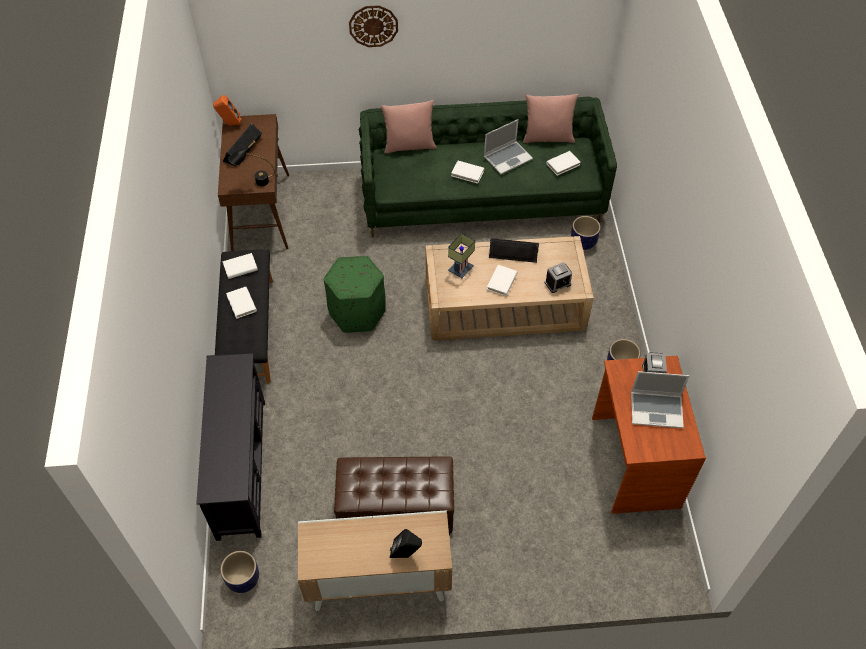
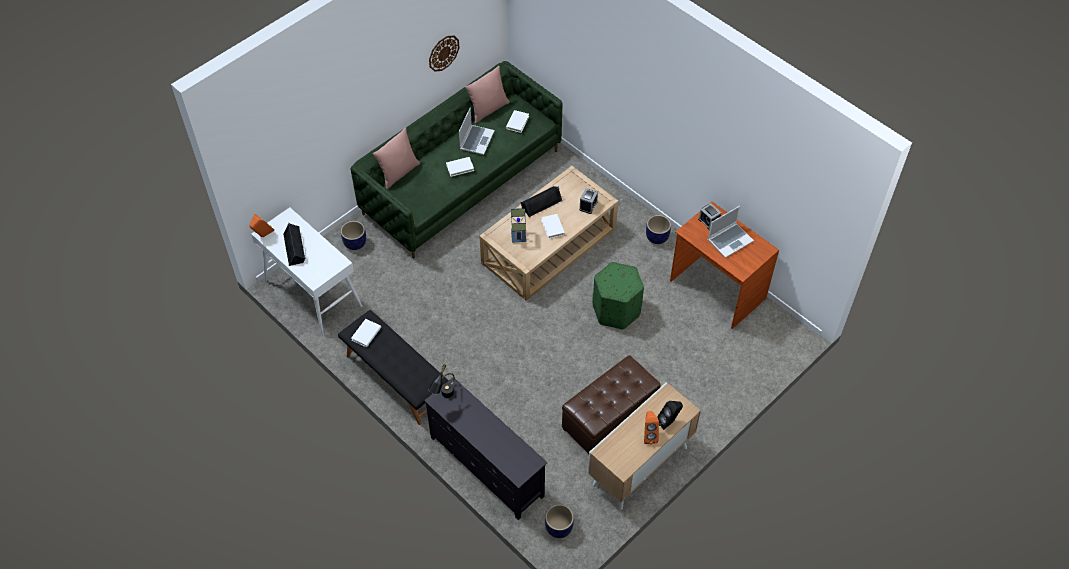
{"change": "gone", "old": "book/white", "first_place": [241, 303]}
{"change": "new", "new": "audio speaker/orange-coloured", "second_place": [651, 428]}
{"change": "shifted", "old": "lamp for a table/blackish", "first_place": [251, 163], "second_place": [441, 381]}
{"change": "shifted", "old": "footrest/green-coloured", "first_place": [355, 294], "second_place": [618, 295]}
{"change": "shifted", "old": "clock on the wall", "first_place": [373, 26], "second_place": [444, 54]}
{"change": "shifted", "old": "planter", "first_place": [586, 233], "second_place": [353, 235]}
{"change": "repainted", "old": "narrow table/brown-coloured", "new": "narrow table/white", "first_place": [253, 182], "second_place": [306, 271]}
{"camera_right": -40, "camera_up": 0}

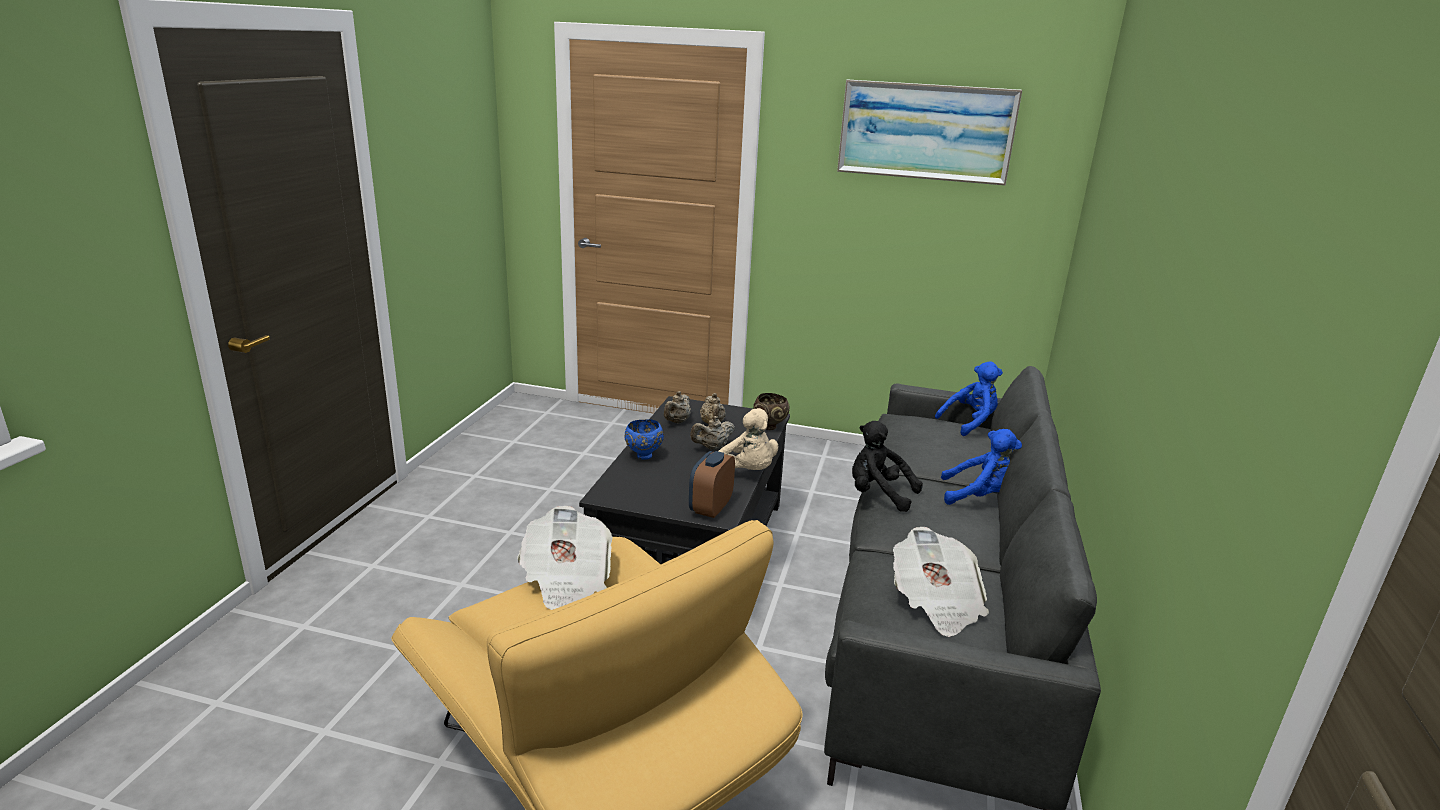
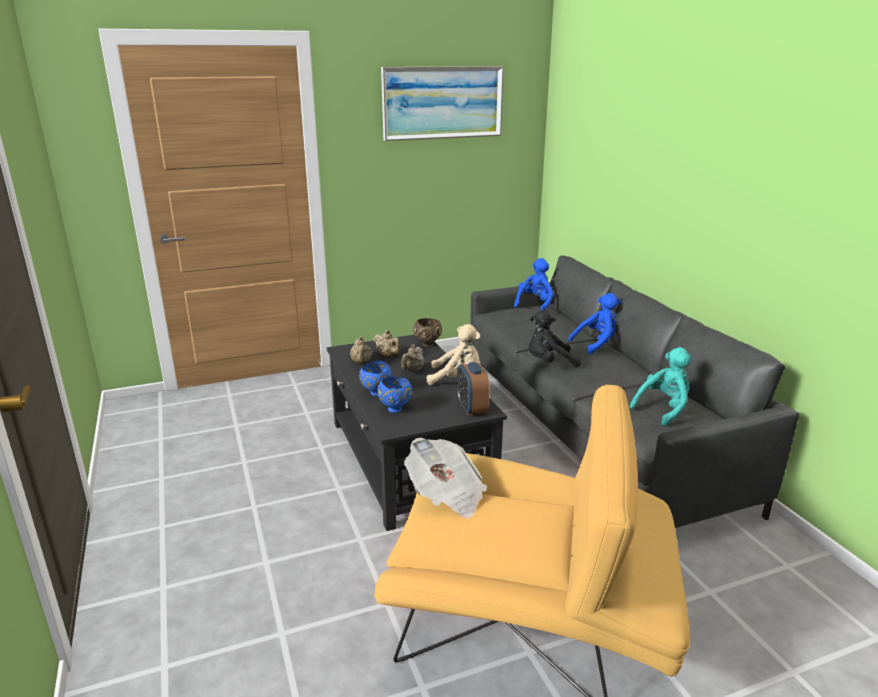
{"change": "new", "new": "bowl/bluish", "second_place": [394, 395]}
{"change": "swapped", "old": "daily paper", "new": "cuddly toy/blue-green", "first_place": [941, 582], "second_place": [661, 386]}
{"camera_right": -35, "camera_up": 0}

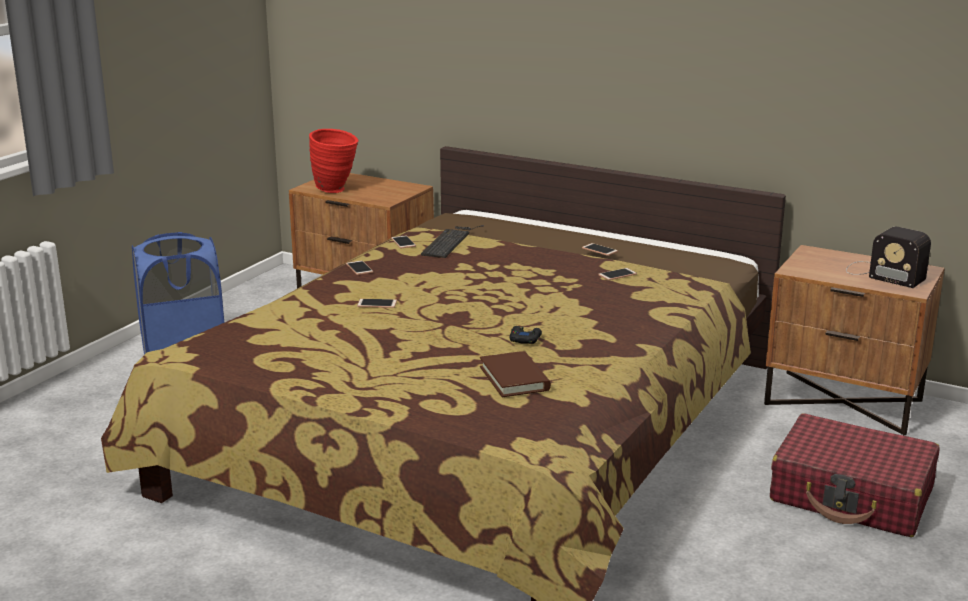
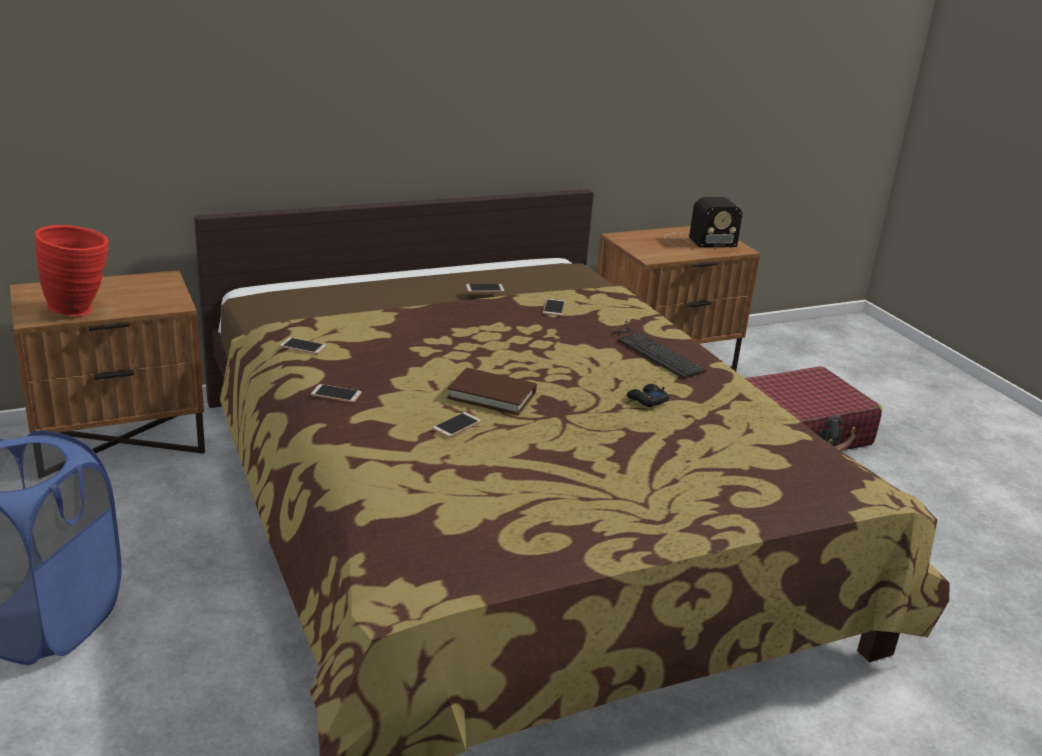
{"change": "shifted", "old": "computer keyboard", "first_place": [452, 241], "second_place": [659, 350]}
{"change": "shifted", "old": "book/brown-coloured", "first_place": [515, 374], "second_place": [492, 391]}
{"camera_right": -55, "camera_up": 5}

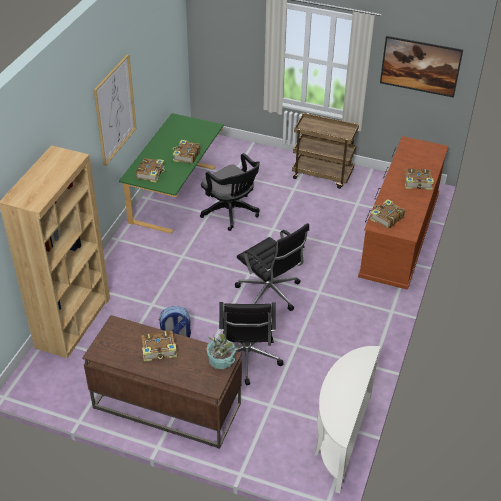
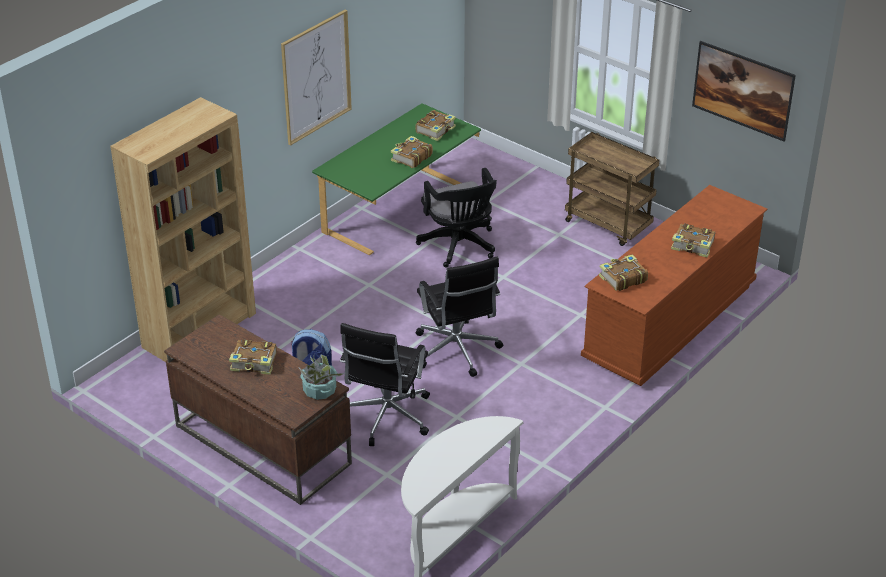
{"change": "shifted", "old": "book", "first_place": [150, 170], "second_place": [435, 125]}
{"camera_right": 20, "camera_up": -5}

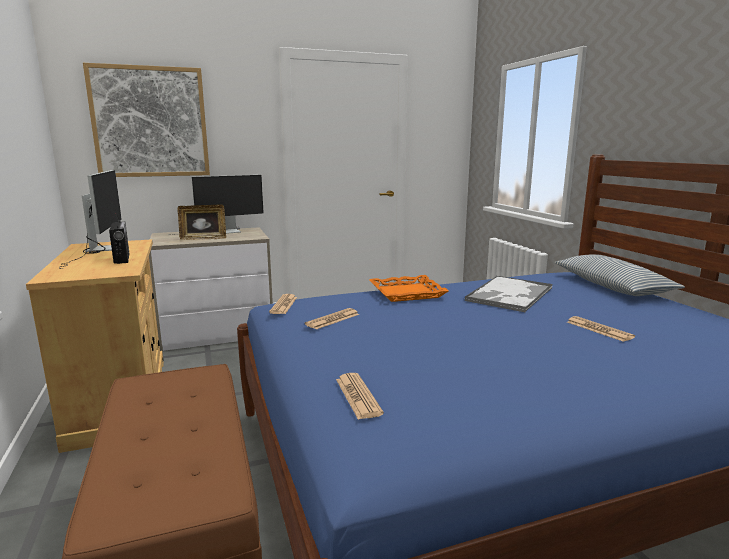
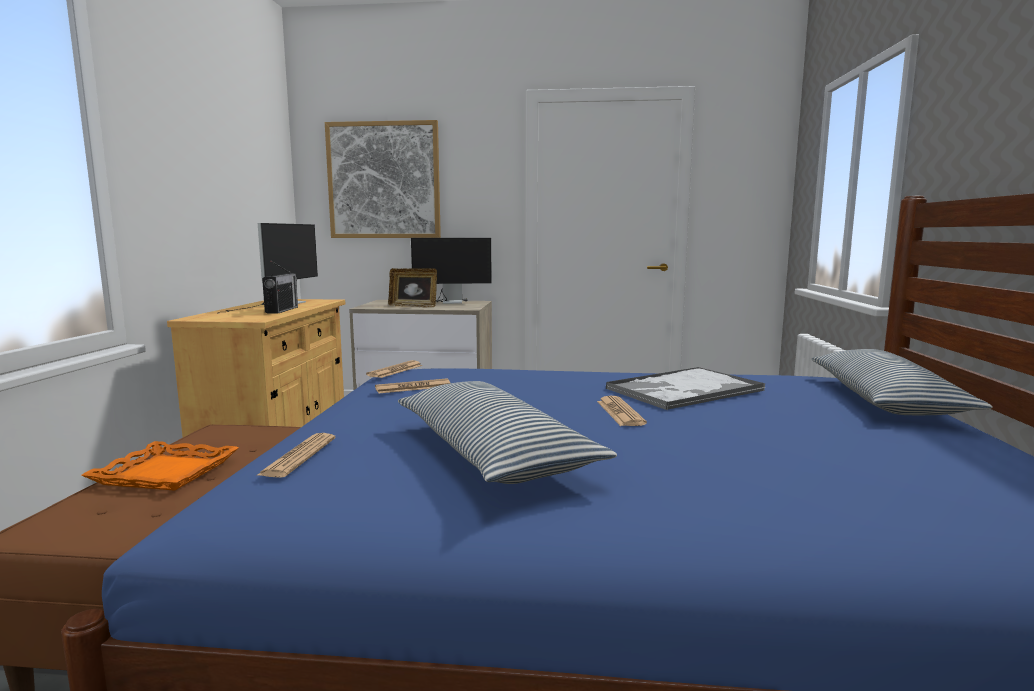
{"change": "new", "new": "cushion", "second_place": [507, 432]}
{"change": "shifted", "old": "carrying tray/orange-coloured", "first_place": [409, 288], "second_place": [160, 466]}
{"change": "shifted", "old": "daily paper", "first_place": [601, 329], "second_place": [622, 411]}
{"camera_right": 25, "camera_up": -5}

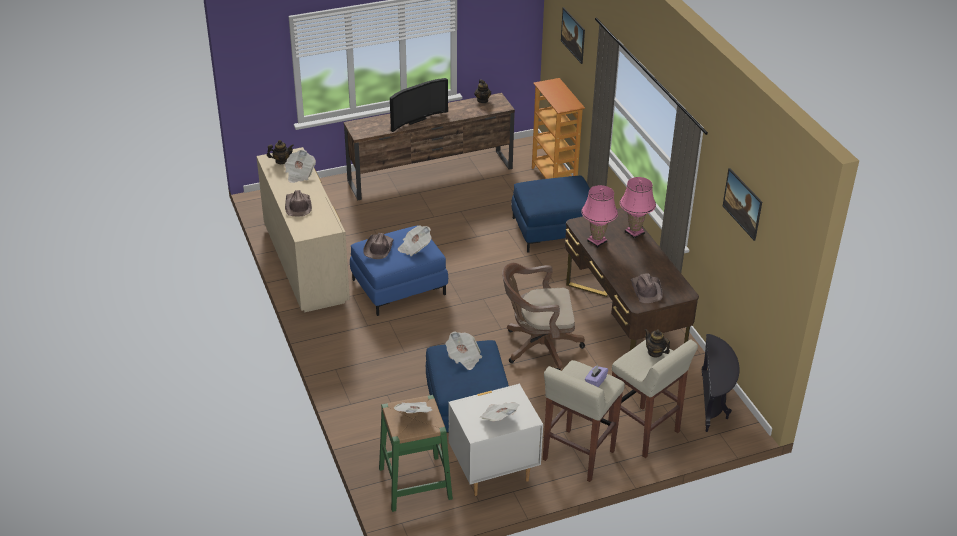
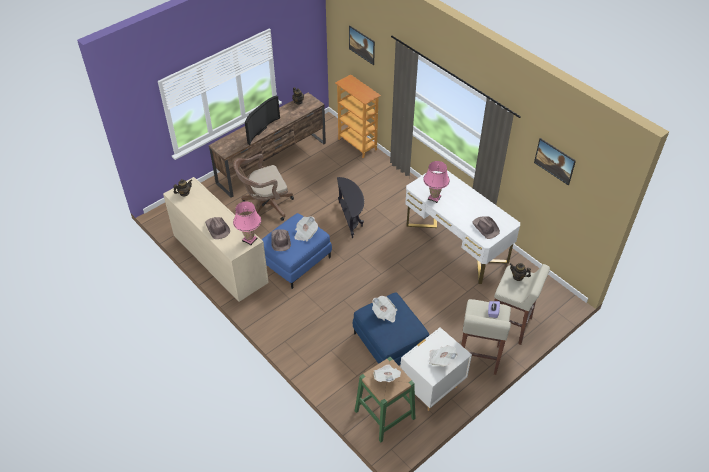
{"change": "gone", "old": "daily paper", "first_place": [300, 166]}
{"change": "gone", "old": "footrest/bluish", "first_place": [550, 214]}
{"change": "shifted", "old": "office chair/brown-coloured", "first_place": [543, 316], "second_place": [263, 187]}
{"change": "shifted", "old": "lamp for a table/pinkish", "first_place": [638, 208], "second_place": [247, 223]}
{"change": "shifted", "old": "end table/blackish", "first_place": [720, 383], "second_place": [350, 207]}
{"change": "repainted", "old": "desk unit/brown-coloured", "new": "desk unit/white", "first_place": [632, 279], "second_place": [462, 227]}
{"camera_right": -20, "camera_up": 10}

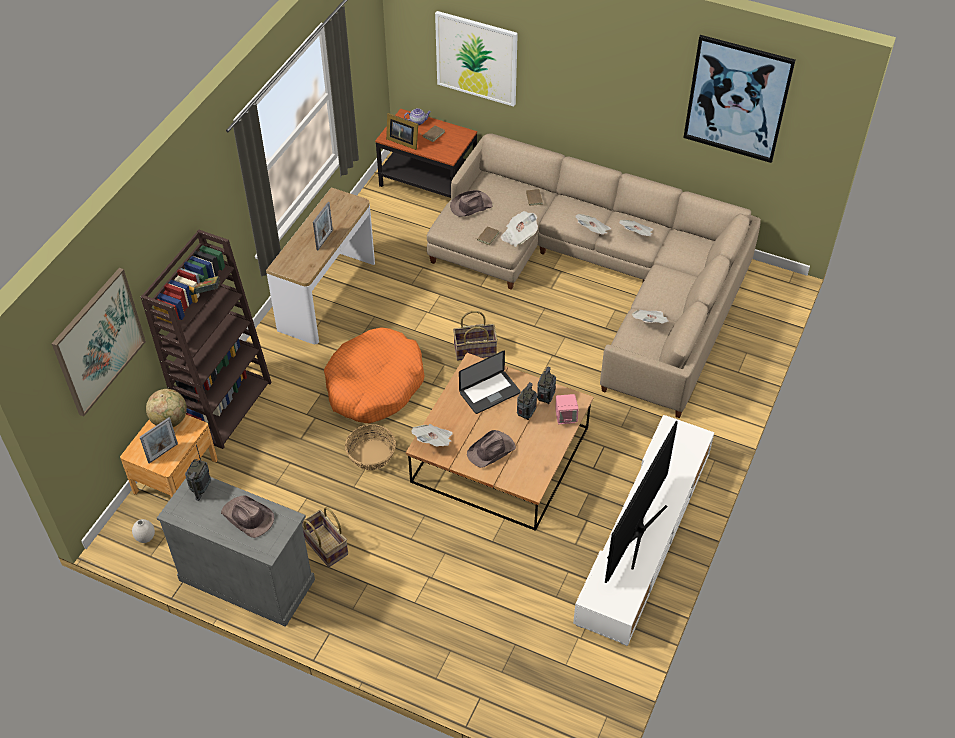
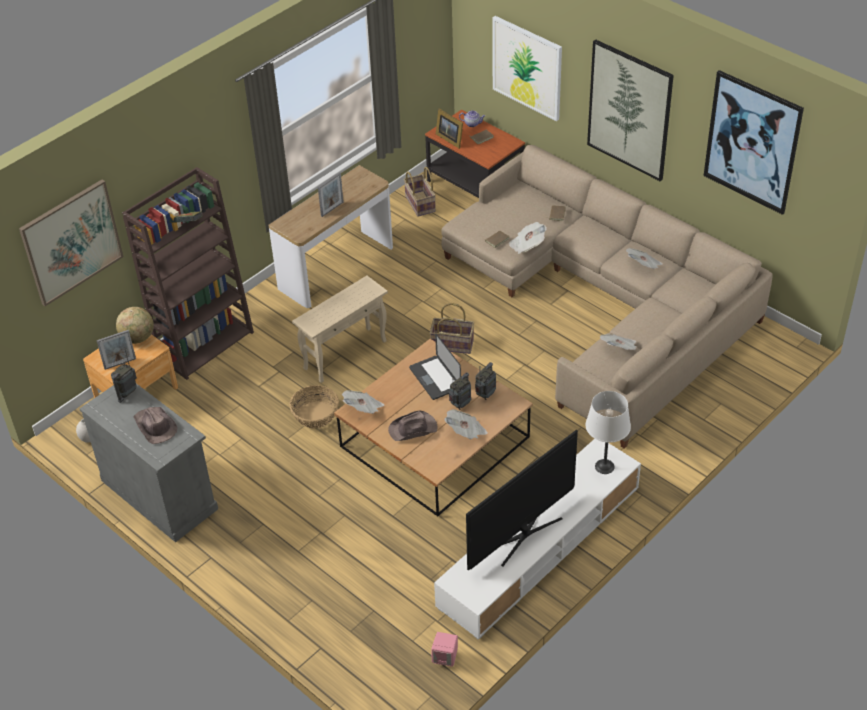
{"change": "gone", "old": "hat/brown-coloured", "first_place": [471, 203]}
{"change": "new", "new": "lamp for a table/white", "second_place": [608, 432]}
{"change": "new", "new": "wall picture", "second_place": [630, 110]}
{"change": "shifted", "old": "household basket", "first_place": [325, 537], "second_place": [420, 192]}
{"change": "shifted", "old": "audio speaker/pinkish", "first_place": [567, 409], "second_place": [444, 649]}
{"change": "shifted", "old": "daily paper", "first_place": [593, 224], "second_place": [466, 424]}
{"change": "swapped", "old": "pet bed/orange-coloured", "new": "end table/beige", "first_place": [374, 375], "second_place": [340, 329]}
{"change": "rotated", "old": "notebook computer", "first_place": [490, 382], "second_place": [435, 366], "degrees": 75}
{"camera_right": 20, "camera_up": -5}

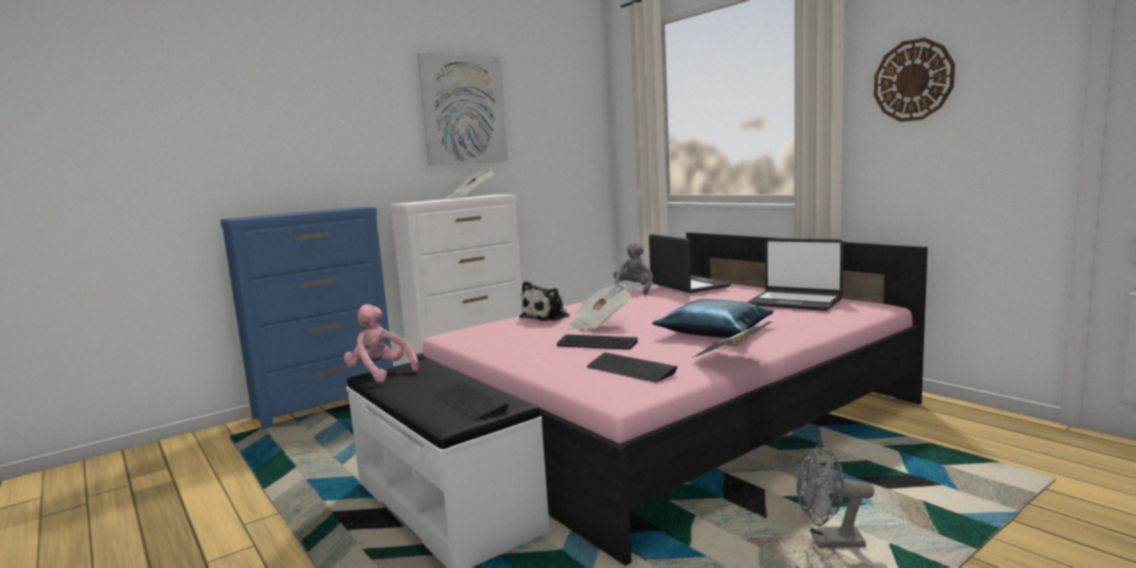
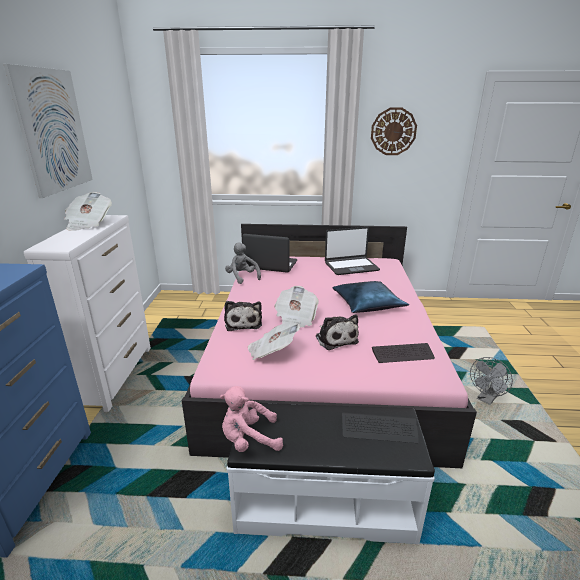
{"change": "shifted", "old": "daily paper", "first_place": [732, 339], "second_place": [274, 340]}
{"change": "swapped", "old": "computer keyboard", "new": "cuddly toy", "first_place": [597, 342], "second_place": [337, 332]}
{"camera_right": -50, "camera_up": 15}

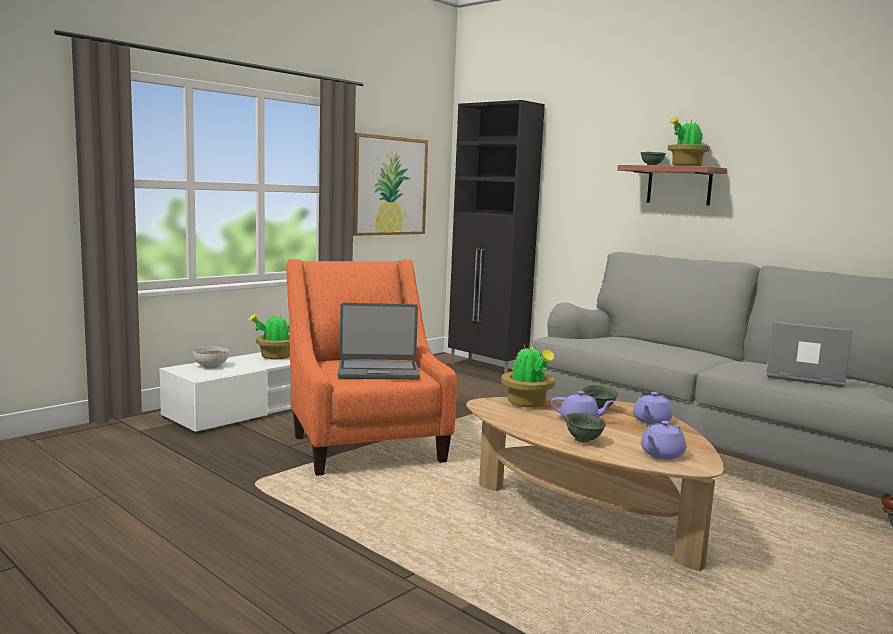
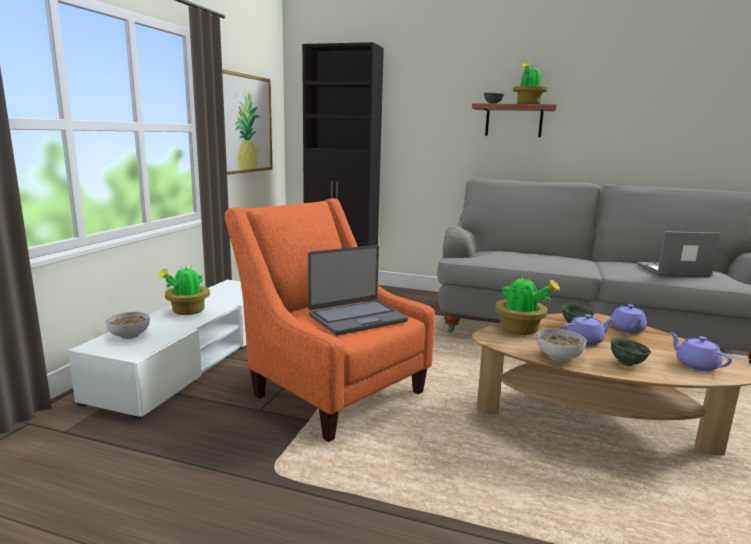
{"change": "new", "new": "bowl", "second_place": [562, 344]}
{"change": "rotated", "old": "tea pot/purple-coloured", "first_place": [663, 440], "second_place": [701, 351], "degrees": 135}
{"camera_right": -25, "camera_up": 5}

